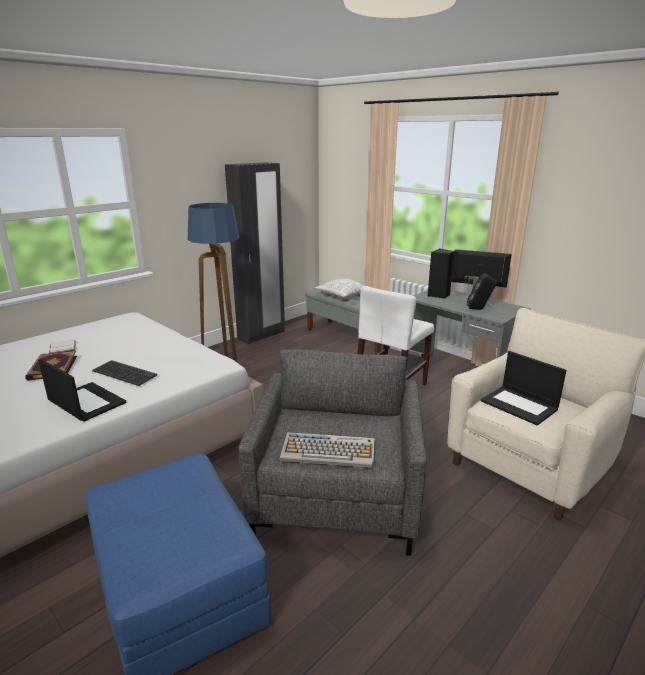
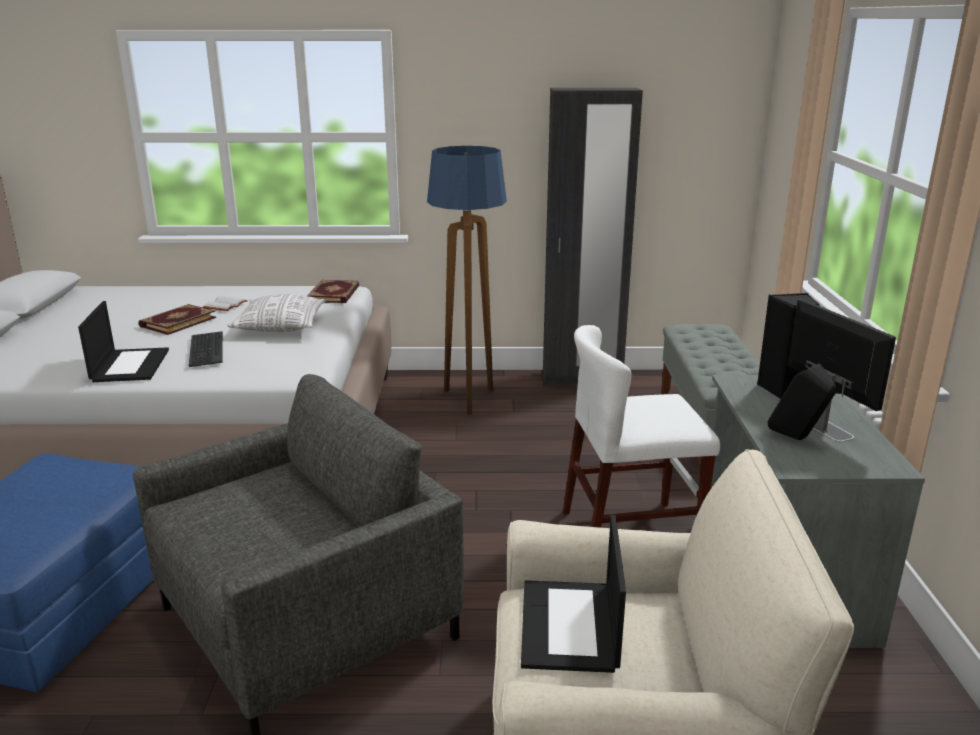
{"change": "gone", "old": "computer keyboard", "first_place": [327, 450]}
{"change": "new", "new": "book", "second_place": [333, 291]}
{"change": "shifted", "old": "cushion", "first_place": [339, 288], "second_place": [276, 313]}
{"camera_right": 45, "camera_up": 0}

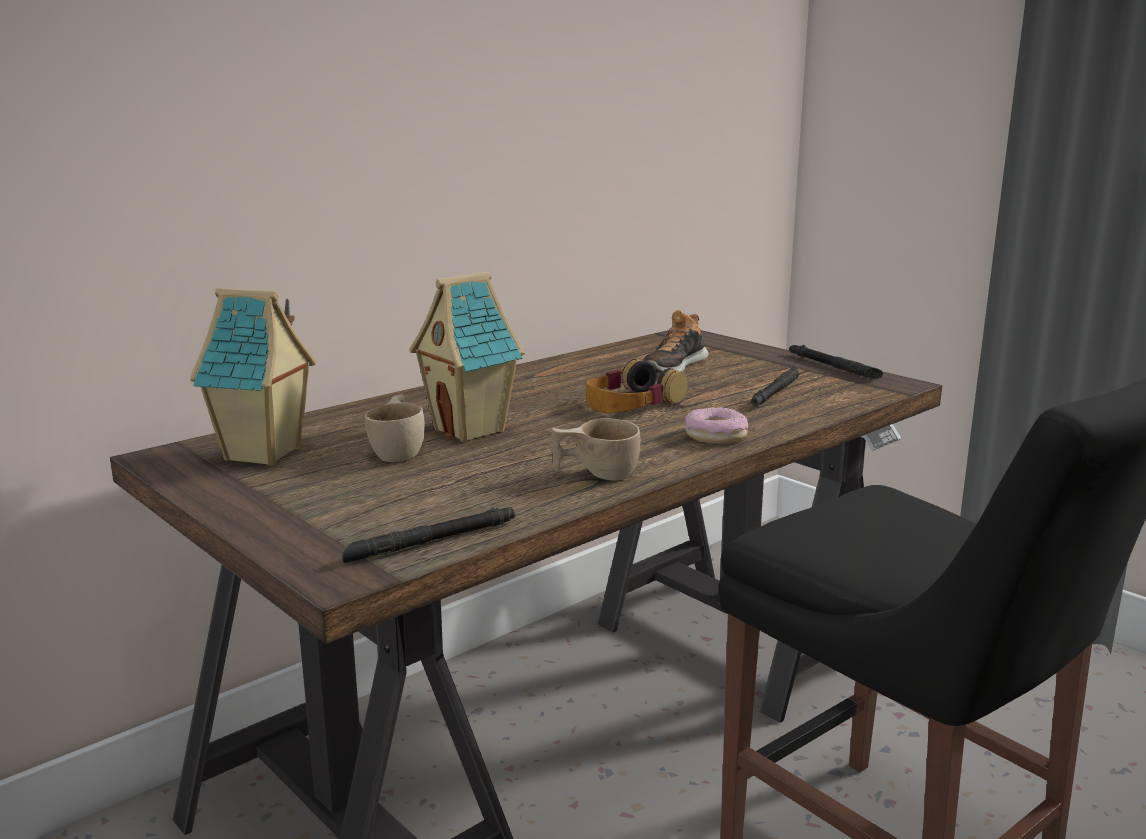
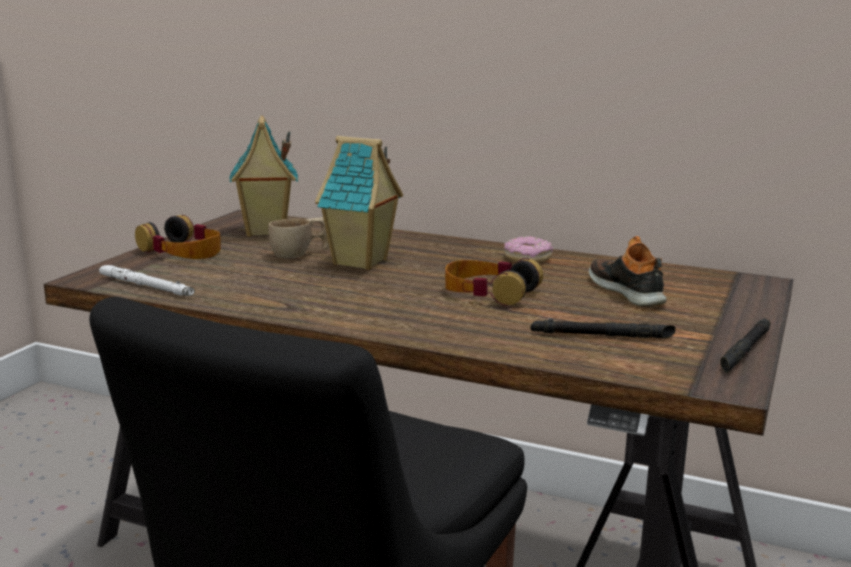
{"change": "gone", "old": "small cup/beige", "first_place": [595, 449]}
{"change": "new", "new": "headphones", "second_place": [178, 237]}
{"change": "shifted", "old": "doughnut", "first_place": [716, 425], "second_place": [528, 249]}
{"change": "repainted", "old": "torch/blackish", "new": "torch/white", "first_place": [428, 534], "second_place": [147, 280]}
{"change": "rotated", "old": "item of footwear", "first_place": [675, 341], "second_place": [628, 271], "degrees": 60}
{"camera_right": 65, "camera_up": 0}

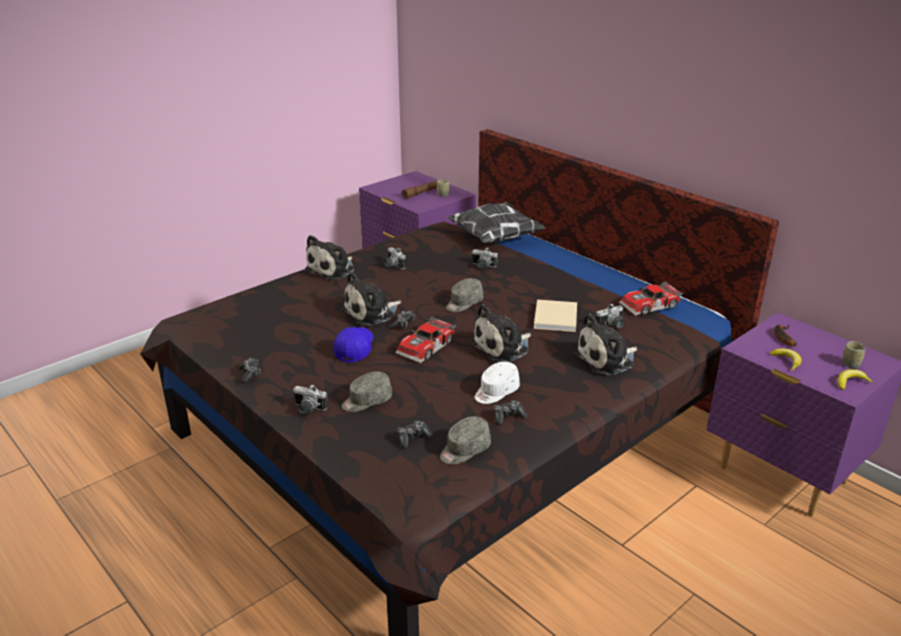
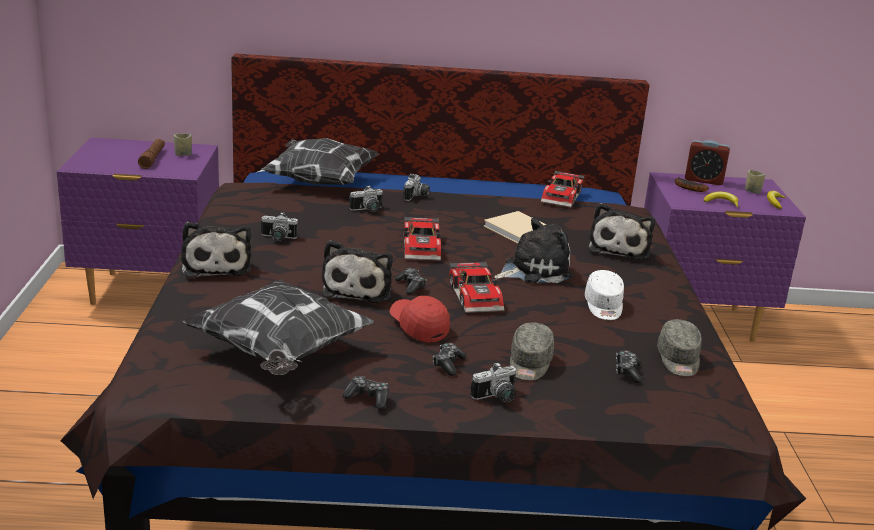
{"change": "new", "new": "cushion", "second_place": [278, 327]}
{"change": "new", "new": "alarm clock", "second_place": [707, 162]}
{"change": "shifted", "old": "joypad", "first_place": [510, 412], "second_place": [450, 359]}
{"change": "shifted", "old": "photo camera", "first_place": [609, 316], "second_place": [416, 187]}
{"change": "swapped", "old": "peaked cap/gray", "new": "miniature car", "first_place": [464, 295], "second_place": [422, 239]}
{"change": "repainted", "old": "peaked cap/bluish", "new": "peaked cap/red-coloured", "first_place": [353, 345], "second_place": [420, 319]}
{"change": "rotated", "old": "cuddly toy", "first_place": [500, 333], "second_place": [533, 250], "degrees": -120}
{"camera_right": -50, "camera_up": -5}

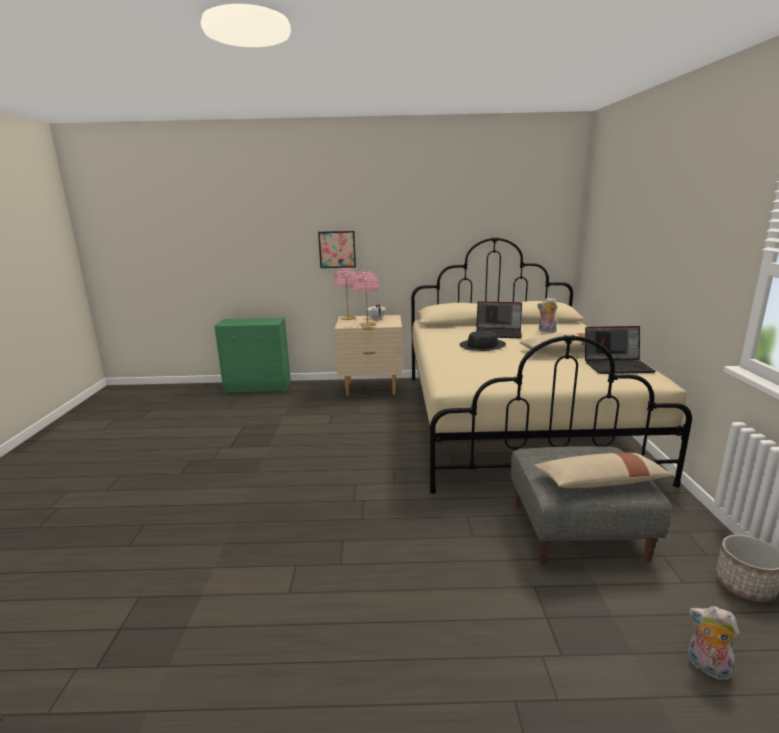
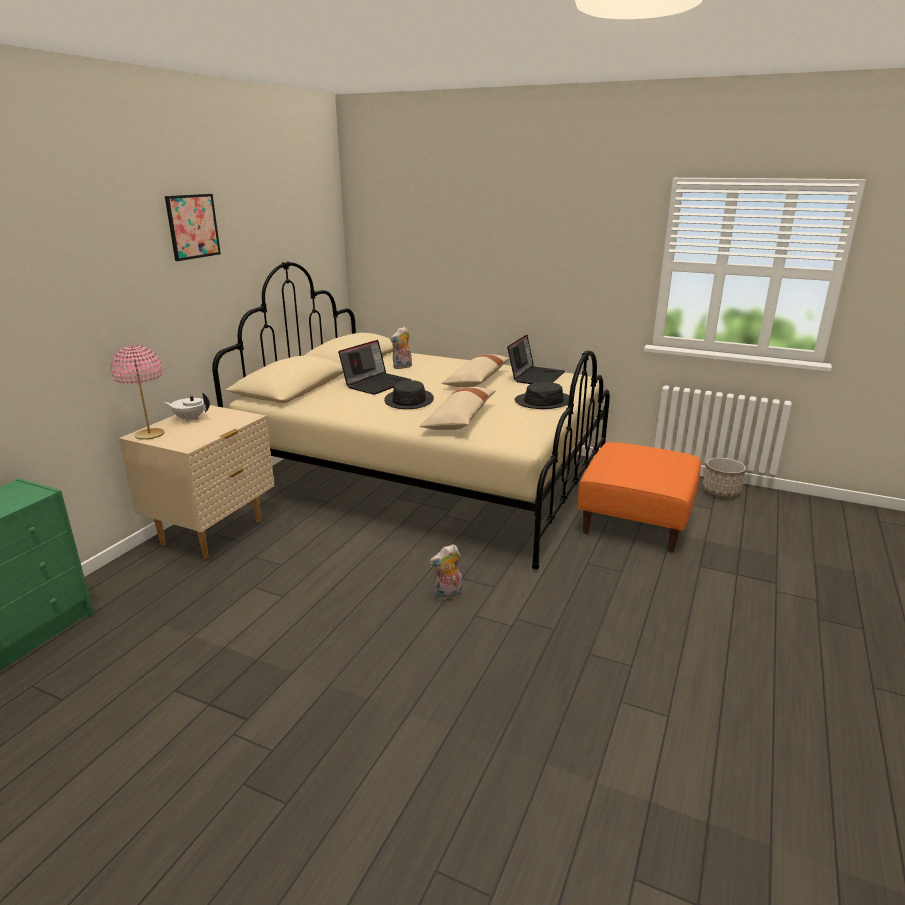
{"change": "gone", "old": "lamp for a table/pinkish", "first_place": [366, 299]}
{"change": "new", "new": "hat/blackish", "second_place": [542, 395]}
{"change": "shifted", "old": "wall picture", "first_place": [337, 249], "second_place": [193, 227]}
{"change": "shifted", "old": "cushion/beige", "first_place": [604, 470], "second_place": [457, 408]}
{"change": "shifted", "old": "cuddly toy", "first_place": [713, 643], "second_place": [445, 572]}
{"change": "repainted", "old": "footrest/gray", "new": "footrest/orange-coloured", "first_place": [591, 505], "second_place": [639, 497]}
{"camera_right": -65, "camera_up": 5}

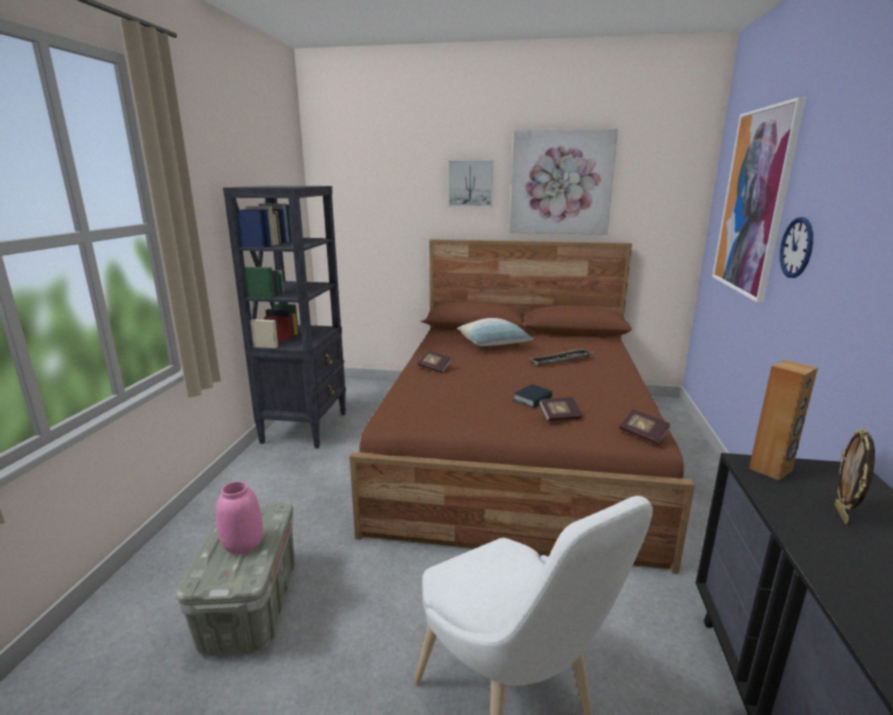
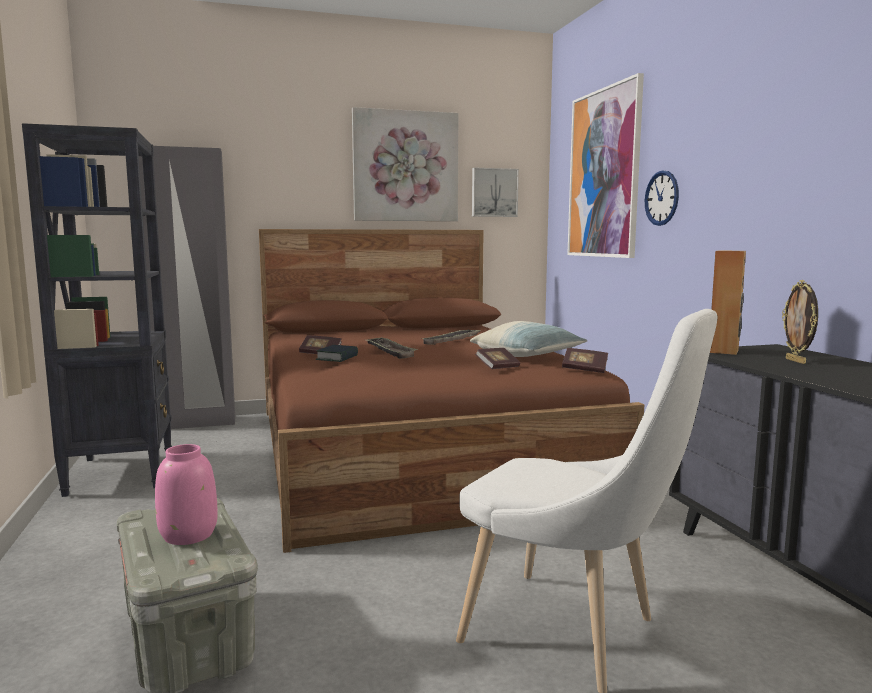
{"change": "new", "new": "clothes cupboard/gray", "second_place": [187, 287]}
{"change": "new", "new": "carrying tray", "second_place": [391, 348]}
{"change": "shifted", "old": "wall picture", "first_place": [470, 183], "second_place": [495, 192]}
{"change": "shifted", "old": "cushion", "first_place": [495, 332], "second_place": [529, 339]}
{"change": "shifted", "old": "book", "first_place": [532, 396], "second_place": [337, 353]}
{"camera_right": -25, "camera_up": -10}

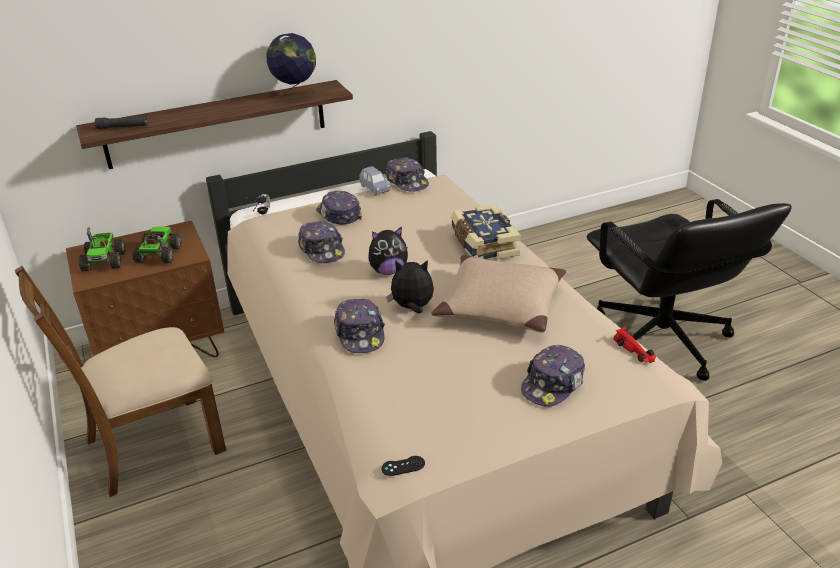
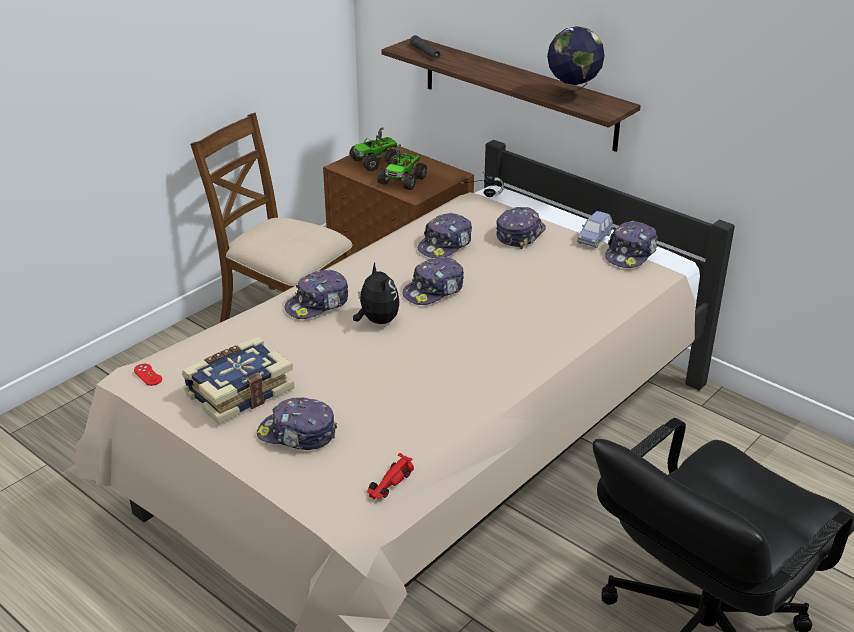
{"change": "gone", "old": "cushion/beige", "first_place": [498, 294]}
{"change": "shifted", "old": "book", "first_place": [486, 231], "second_place": [238, 380]}
{"change": "swapped", "old": "cuddly toy", "new": "peaked cap", "first_place": [388, 251], "second_place": [433, 281]}
{"change": "repainted", "old": "joypad/blackish", "new": "joypad/red-coloured", "first_place": [403, 466], "second_place": [148, 375]}
{"change": "rotated", "old": "toy truck", "first_place": [157, 245], "second_place": [402, 167], "degrees": 135}
{"camera_right": 65, "camera_up": 0}

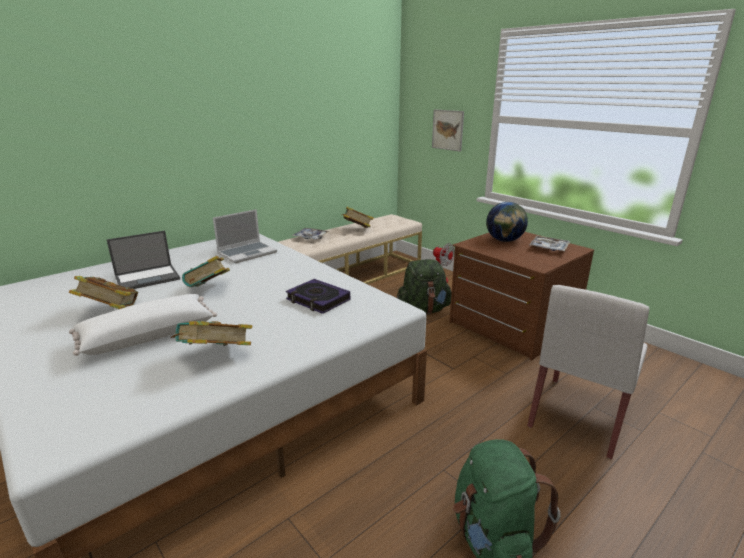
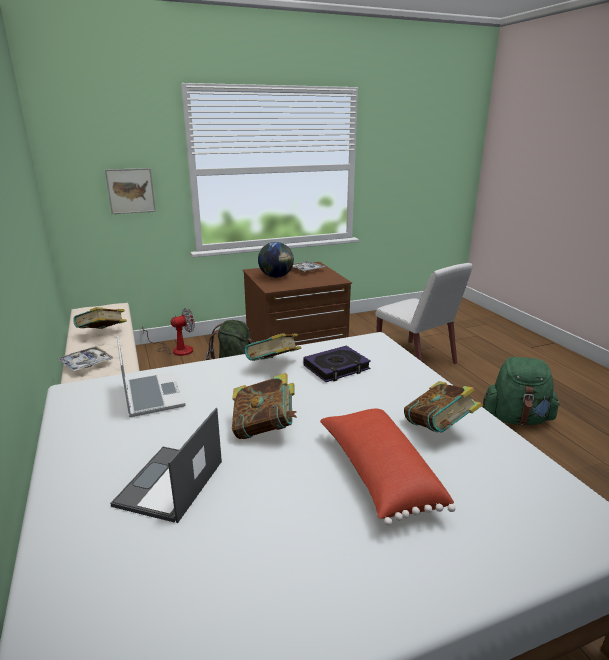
{"change": "shifted", "old": "book", "first_place": [103, 292], "second_place": [273, 347]}
{"change": "repainted", "old": "cushion/white", "new": "cushion/red-coloured", "first_place": [143, 325], "second_place": [388, 467]}
{"change": "rotated", "old": "notebook computer", "first_place": [143, 260], "second_place": [166, 465], "degrees": -150}
{"camera_right": -70, "camera_up": 0}

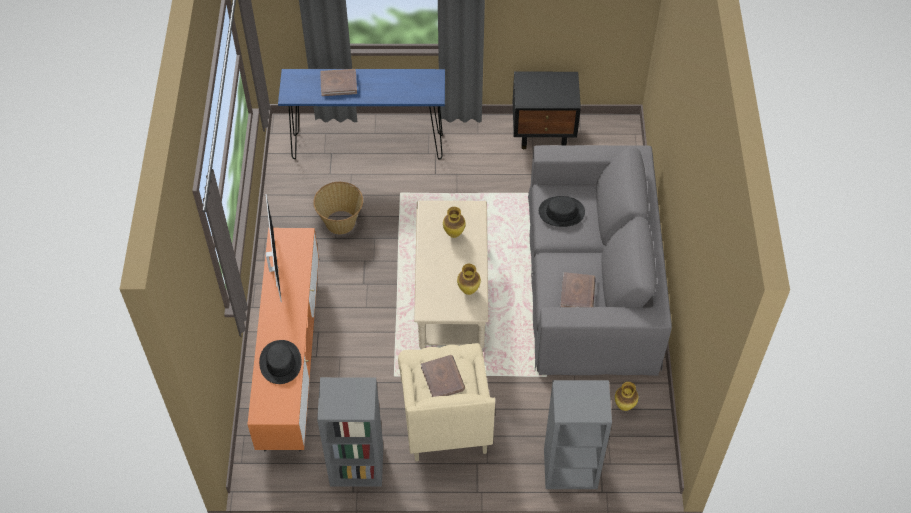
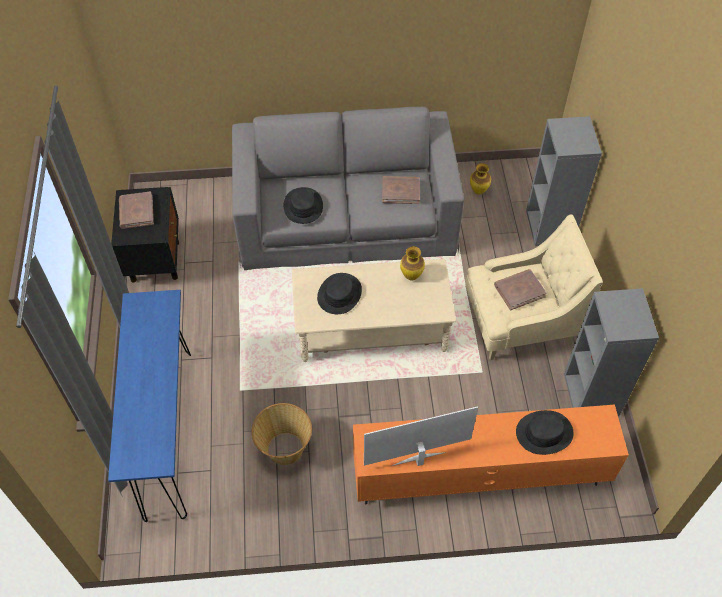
{"change": "shifted", "old": "book/brown-coloured", "first_place": [338, 82], "second_place": [136, 210]}
{"change": "swapped", "old": "vase", "new": "hat/blackish", "first_place": [454, 222], "second_place": [339, 293]}
{"camera_right": -95, "camera_up": 0}

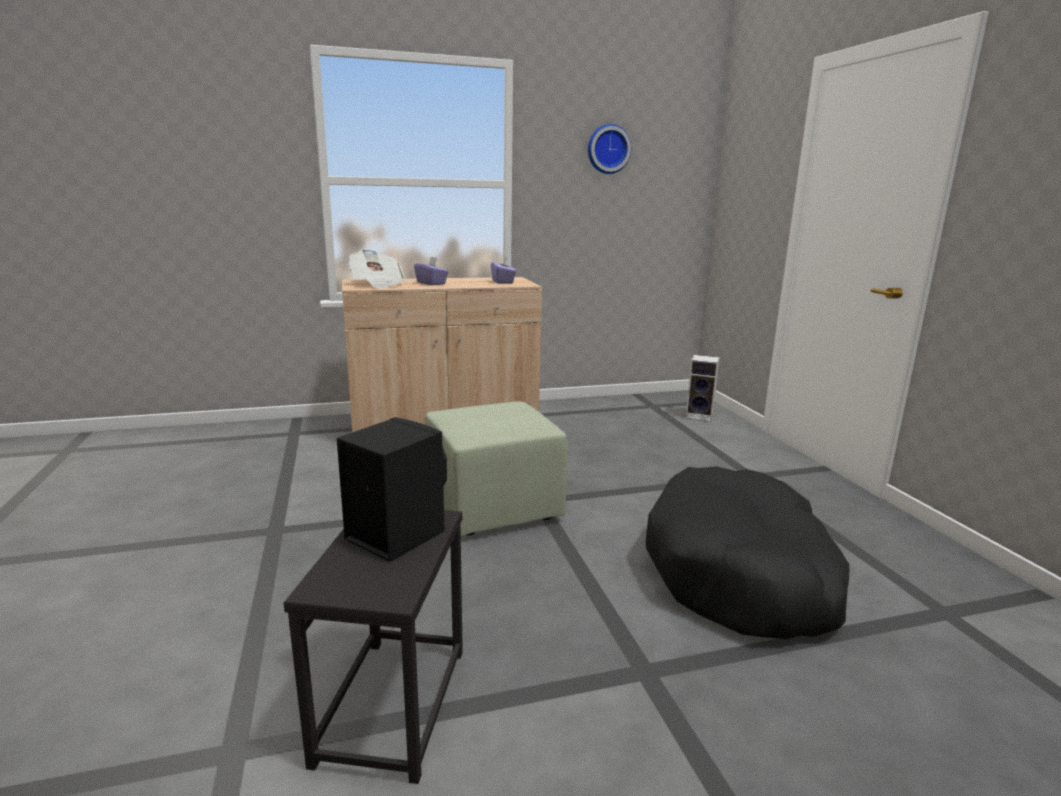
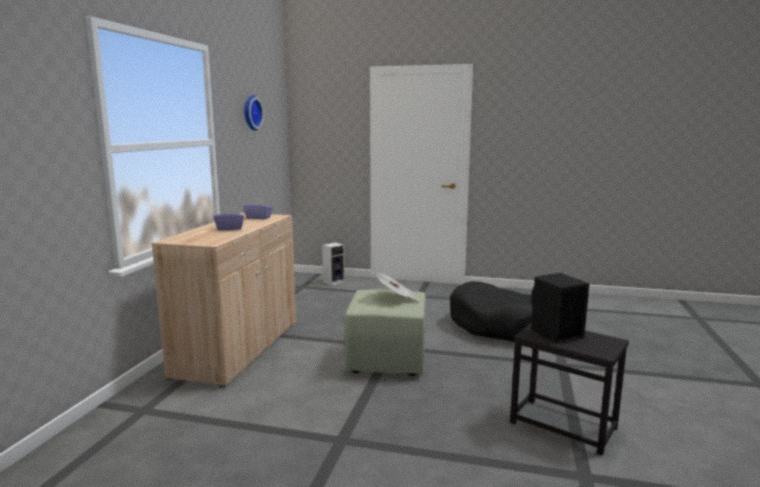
{"change": "shifted", "old": "daily paper", "first_place": [377, 269], "second_place": [396, 286]}
{"camera_right": -60, "camera_up": -5}

